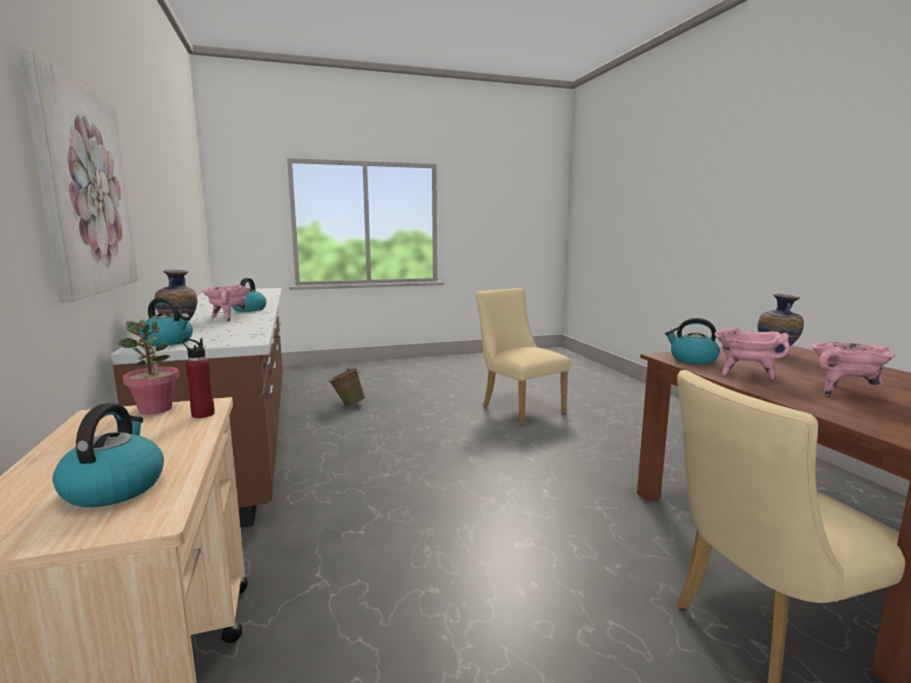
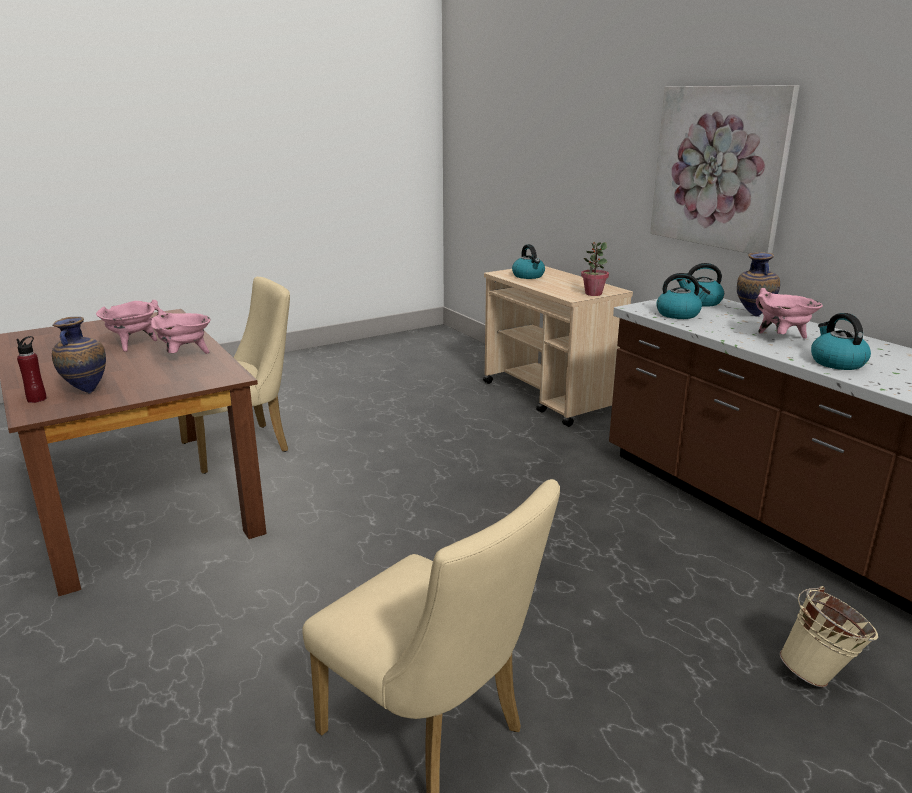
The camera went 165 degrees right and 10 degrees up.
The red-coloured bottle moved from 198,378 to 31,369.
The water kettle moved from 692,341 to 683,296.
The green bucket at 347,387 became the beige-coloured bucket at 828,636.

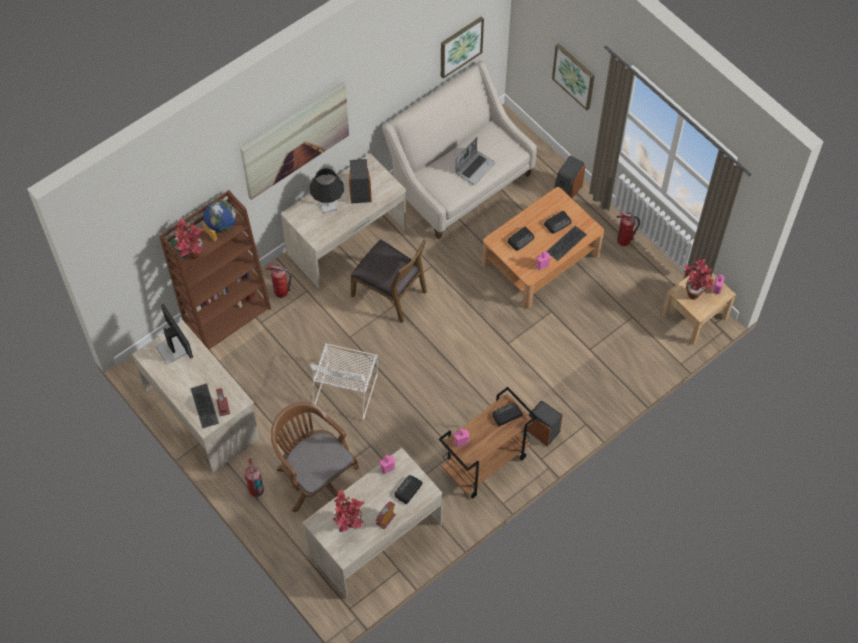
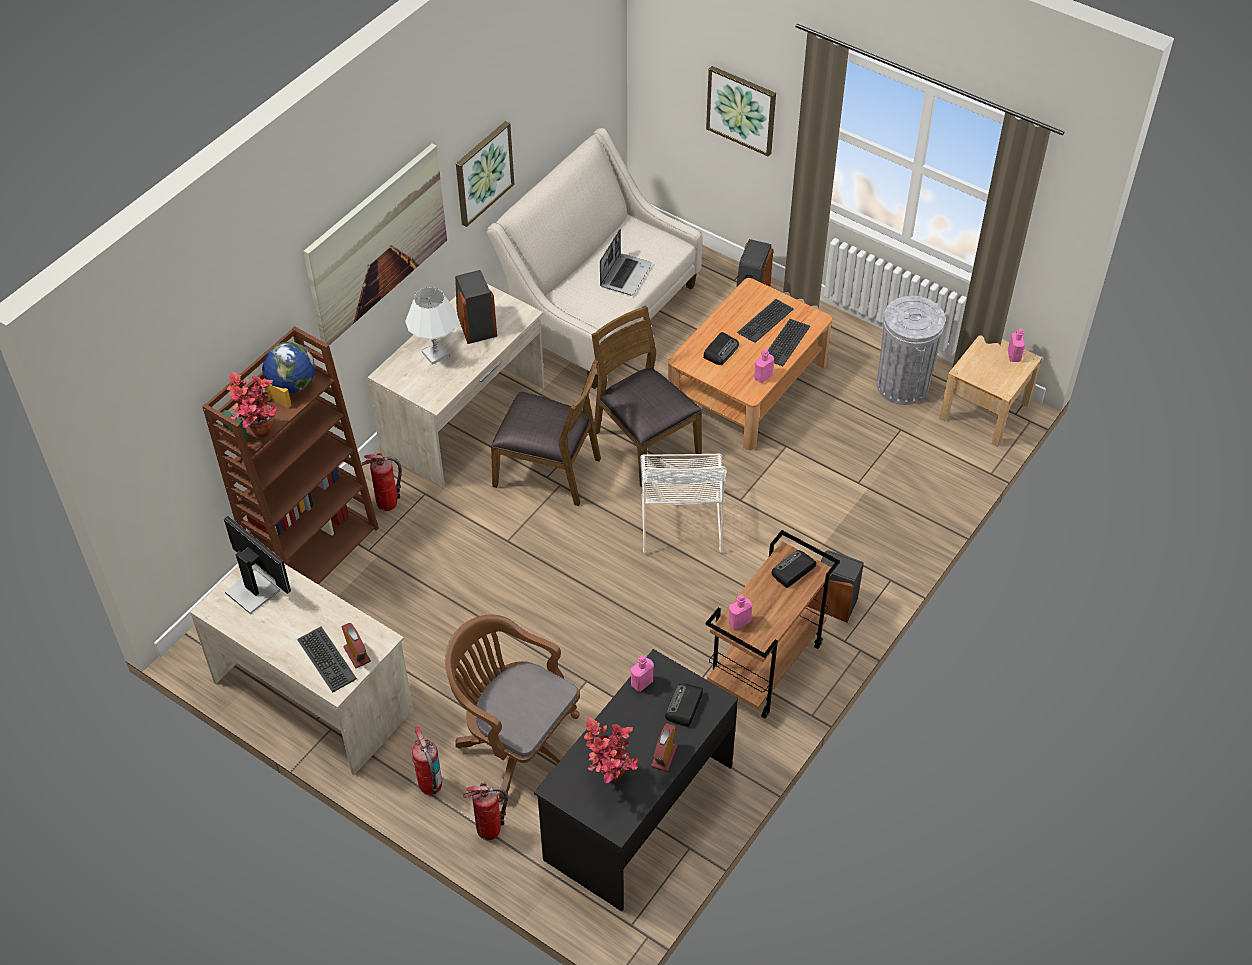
The camera went 15 degrees left and 10 degrees down.
The blackish table lamp at 327,191 became the whitish table lamp at 431,326.
The picture moved from 462,48 to 485,174.
The extinguisher moved from 628,229 to 485,811.
The beige-coloured desk unit at 372,523 became the blackish desk unit at 636,780.
The brown upright chair at 647,396 appeared.
The whitish upright chair moved from 344,381 to 683,504.
The radio receiver at 557,222 was replaced by the PC keyboard at 765,321.
The greyish rubbish bin at 911,350 appeared.
The potted plant at 699,279 disappeared.

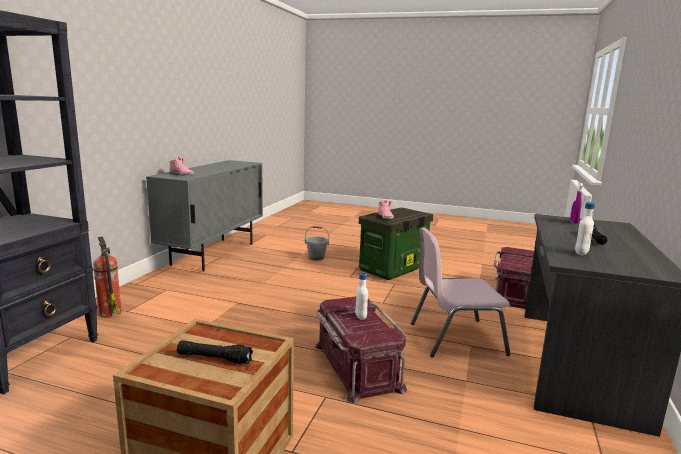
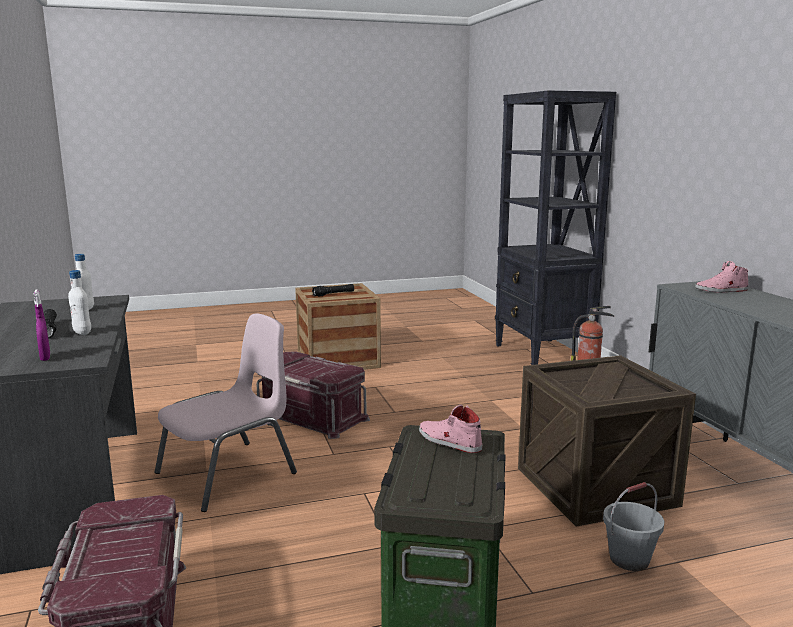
The camera went 145 degrees right and 0 degrees up.
The whitish bottle moved from 361,296 to 79,302.
The packing crate at 607,441 appeared.

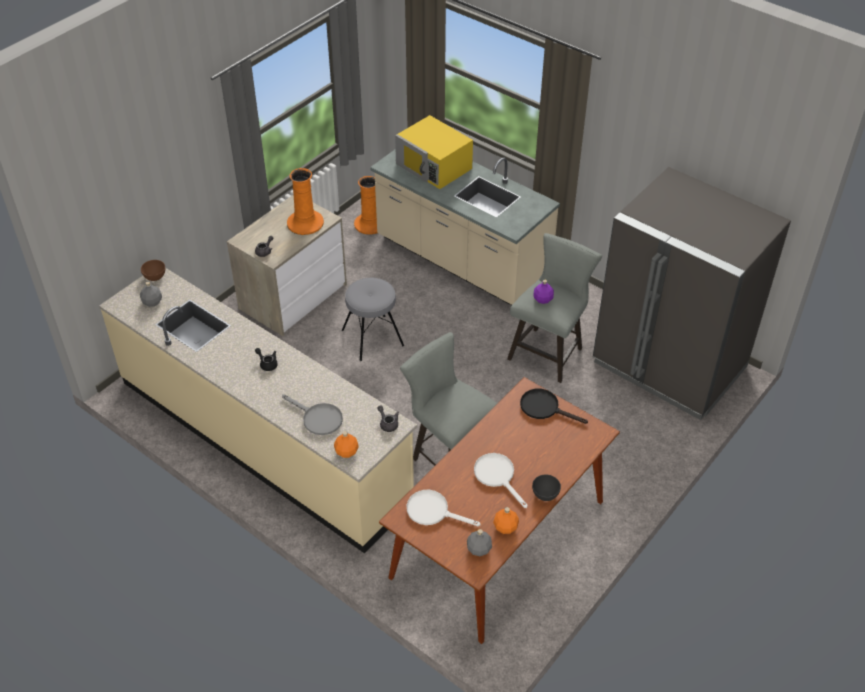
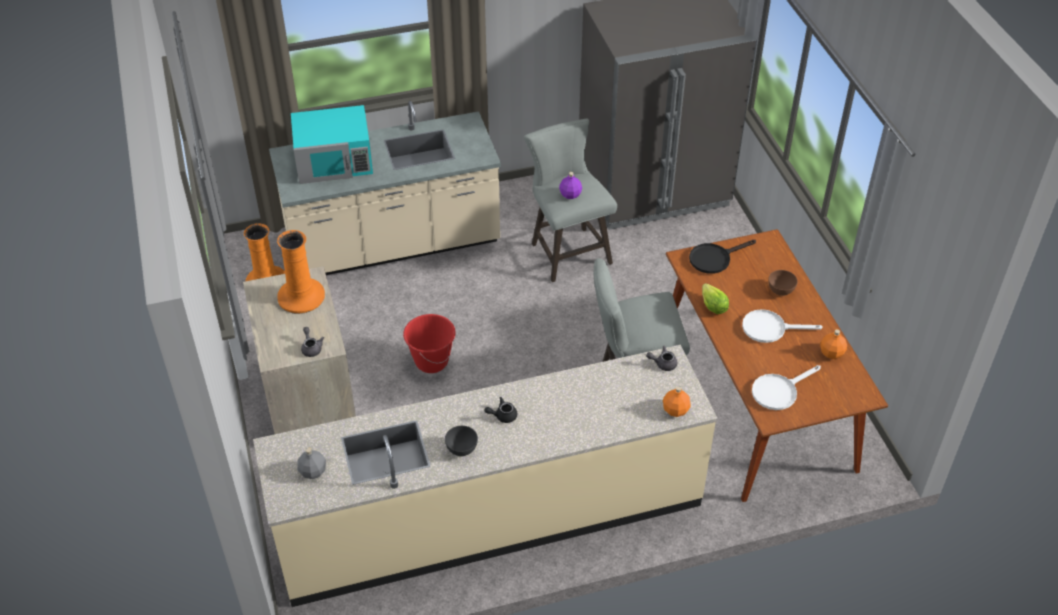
The camera went 55 degrees left and 0 degrees up.
The yellow-coloured microwave oven at 434,152 became the blue-green microwave oven at 332,144.
The greyish stool seat at 373,319 was replaced by the red-coloured bucket at 429,343.
The greyish bowl moved from 546,487 to 461,441.
The lettuce at 715,298 appeared.
The brown bowl moved from 153,270 to 783,283.
The greyish pan at 312,414 disappeared.
The greyish bottle at 479,542 disappeared.

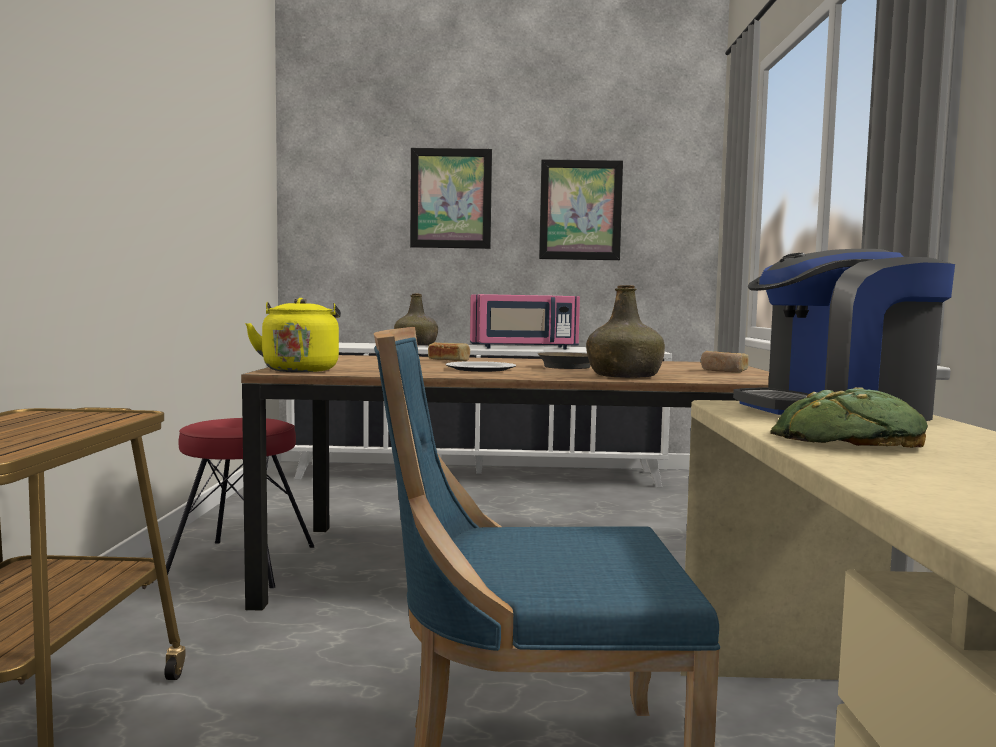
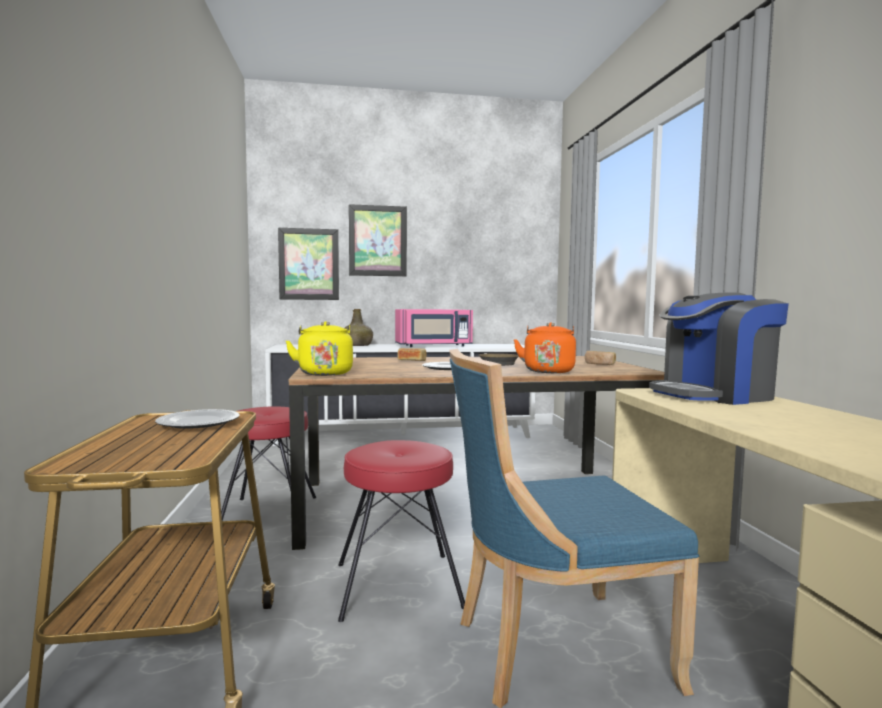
The camera went 10 degrees left and 0 degrees up.
The plate at 197,419 appeared.
The picture moved from 581,209 to 308,264.
The red-coloured stool seat at 401,531 appeared.
The green bottle at 625,331 was replaced by the orangey water kettle at 544,347.
The bakery bread at 849,417 disappeared.

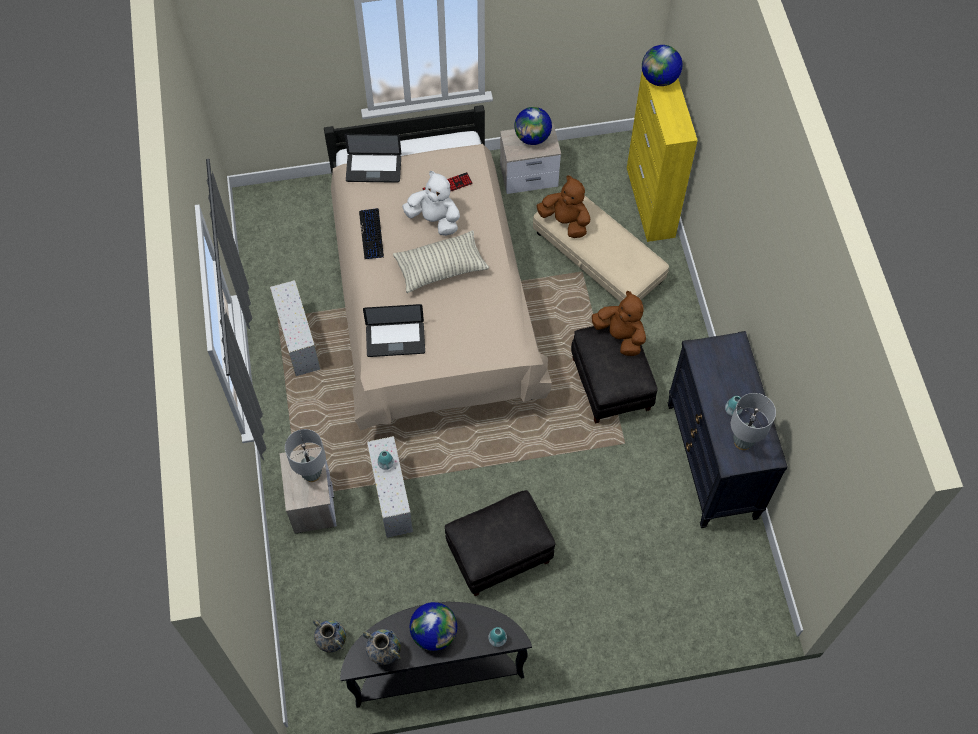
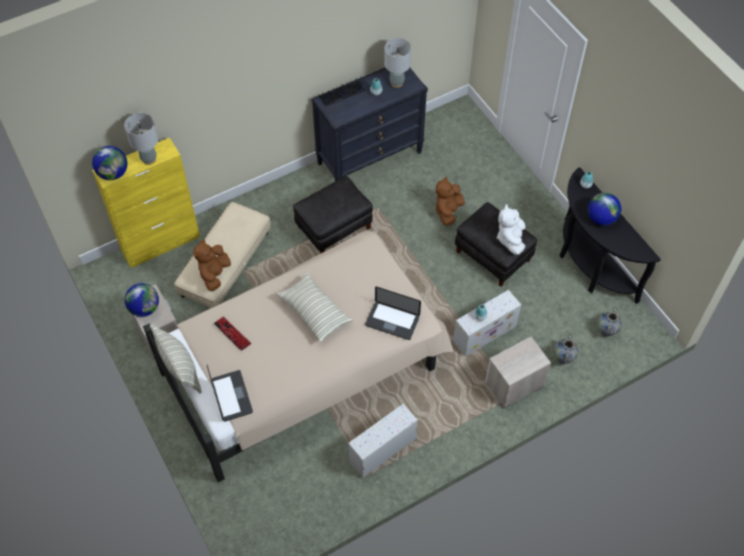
The camera went 110 degrees left and 5 degrees down.
The greyish table lamp moved from 305,455 to 141,139.
The cushion at 176,359 appeared.
The PC keyboard moved from 371,233 to 341,93.
The laptop at 394,330 turned 135 degrees clockwise.
The brown plush toy moved from 619,323 to 450,201.
The whitish plush toy moved from 431,203 to 511,229.
The decorative vase moved from 382,647 to 566,348.

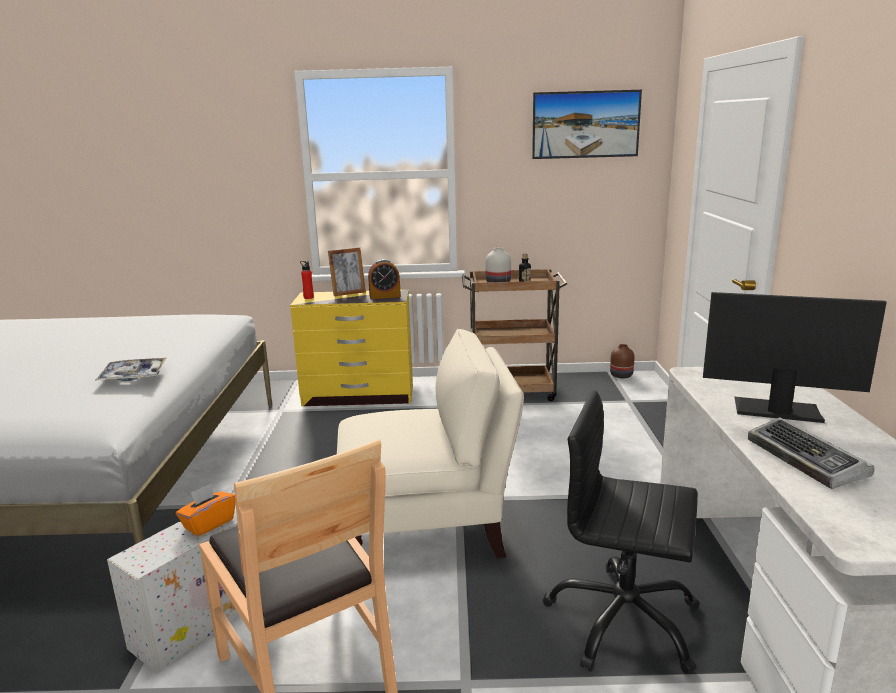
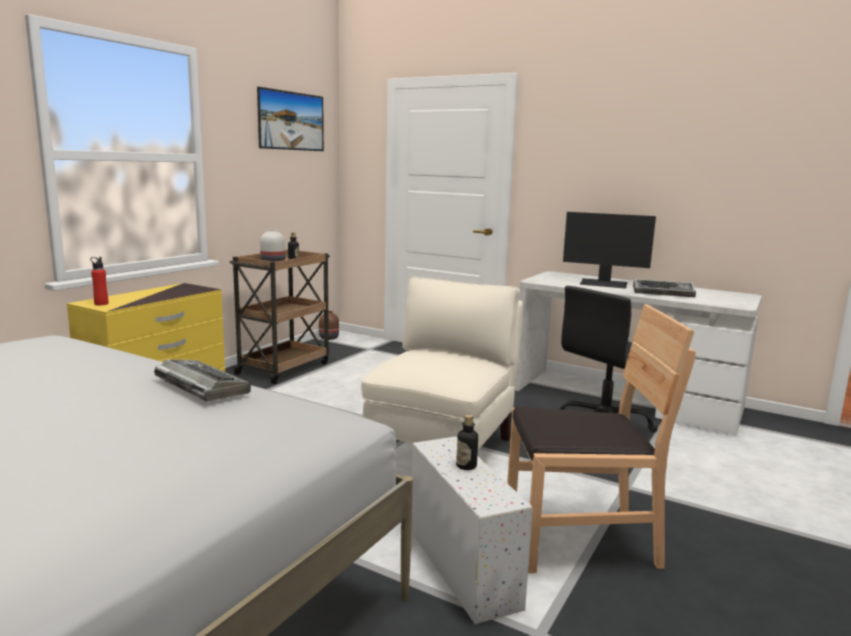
The camera went 60 degrees left and 5 degrees down.
The serving tray at 130,369 was replaced by the PC keyboard at 202,380.
The orangey tissue box at 206,510 was replaced by the bottle at 467,442.
The computer display at 795,357 turned 120 degrees counterclockwise.
The photo frame at 347,272 disappeared.
The table clock at 384,279 disappeared.

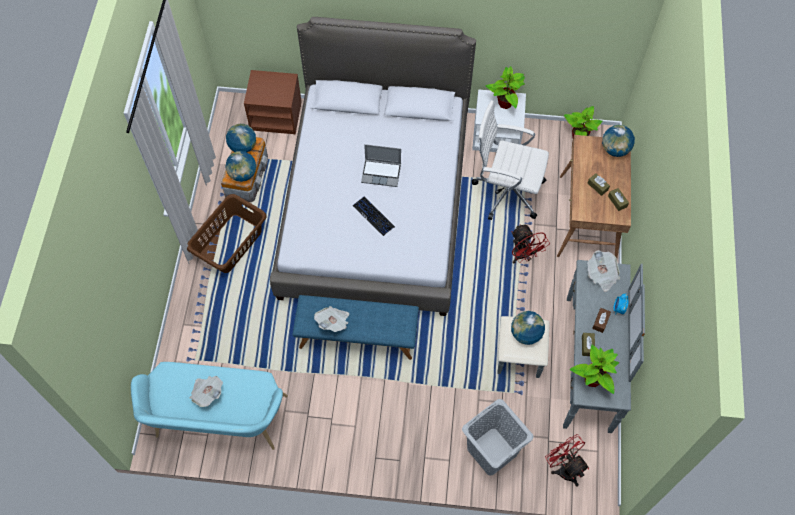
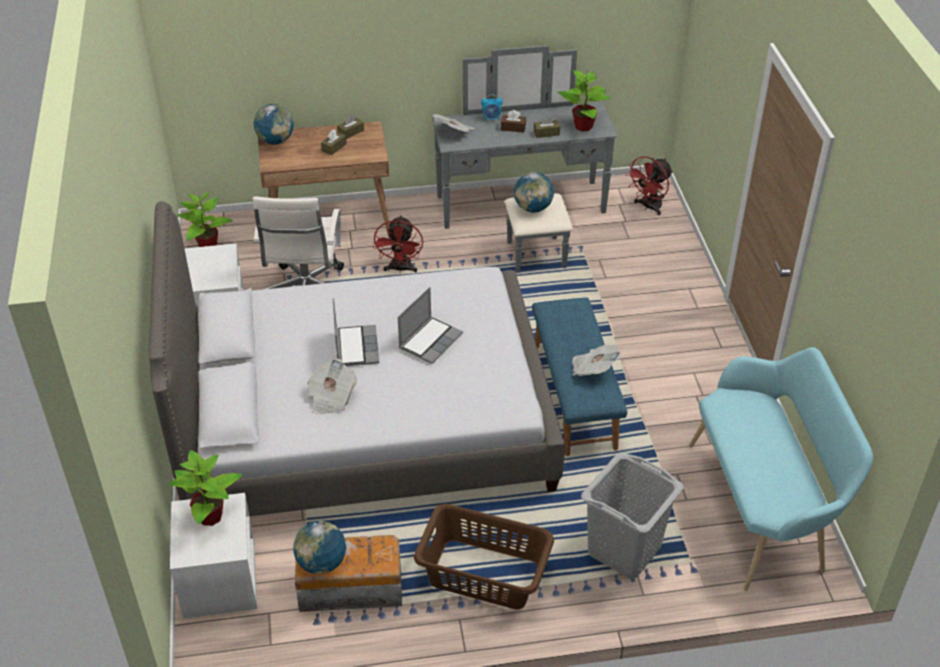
The camera went 105 degrees left and 20 degrees down.
The potted plant moved from 505,87 to 205,488.
The brown nightstand at 273,102 became the whitish nightstand at 213,556.
The printed paper moved from 206,391 to 332,386.
The red-coloured cooling fan at 530,243 turned 135 degrees clockwise.
The PC keyboard at 374,216 was replaced by the laptop at 430,325.
The greyish hamper moved from 498,437 to 632,515.
The desk globe at 240,166 disappeared.

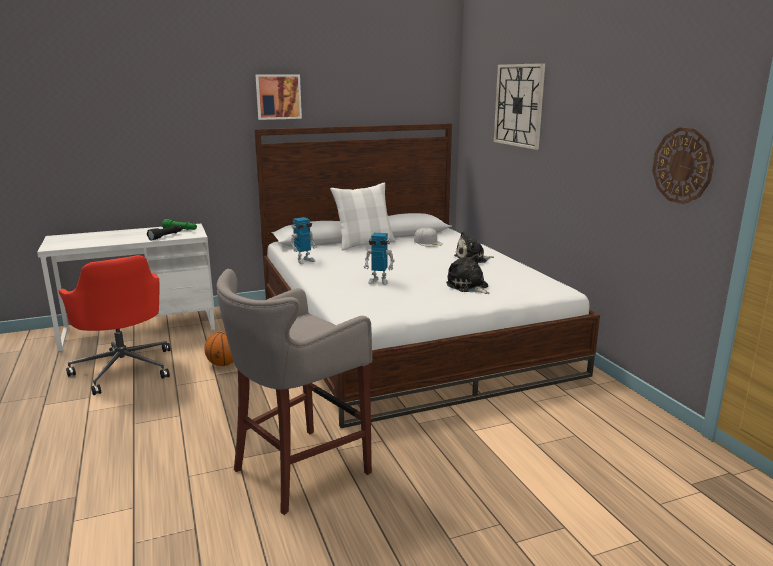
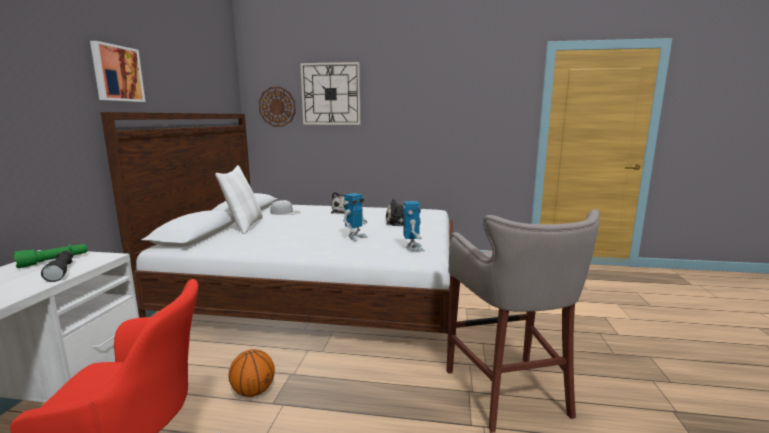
The camera went 60 degrees left and 5 degrees down.
The clock on the wall moved from 683,165 to 277,107.
The model robot moved from 303,240 to 414,226.

